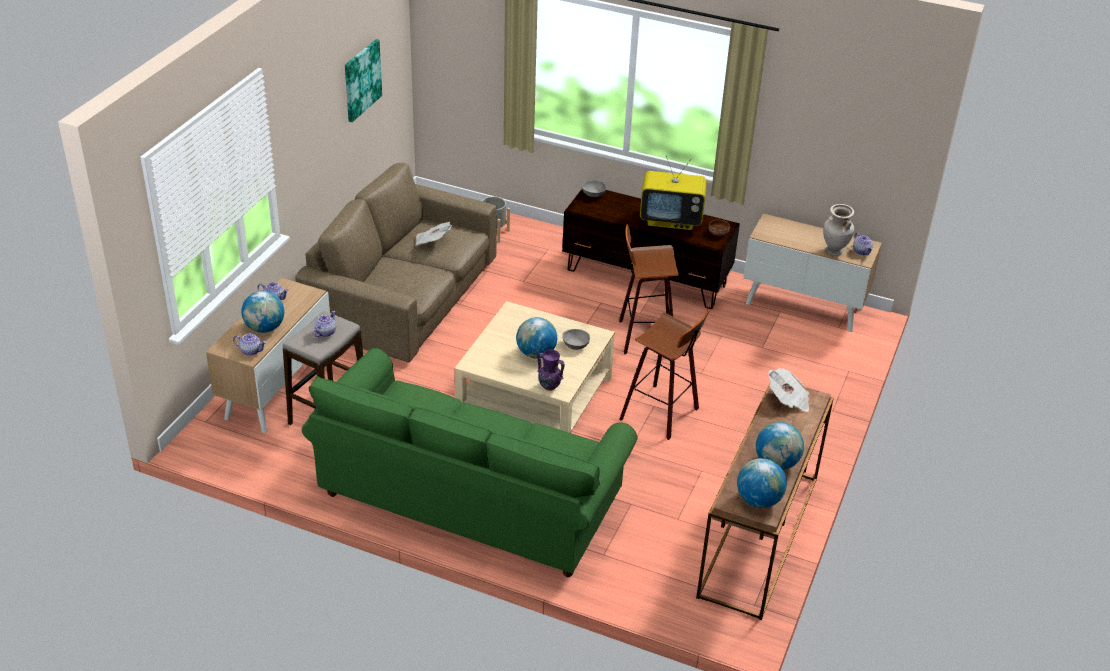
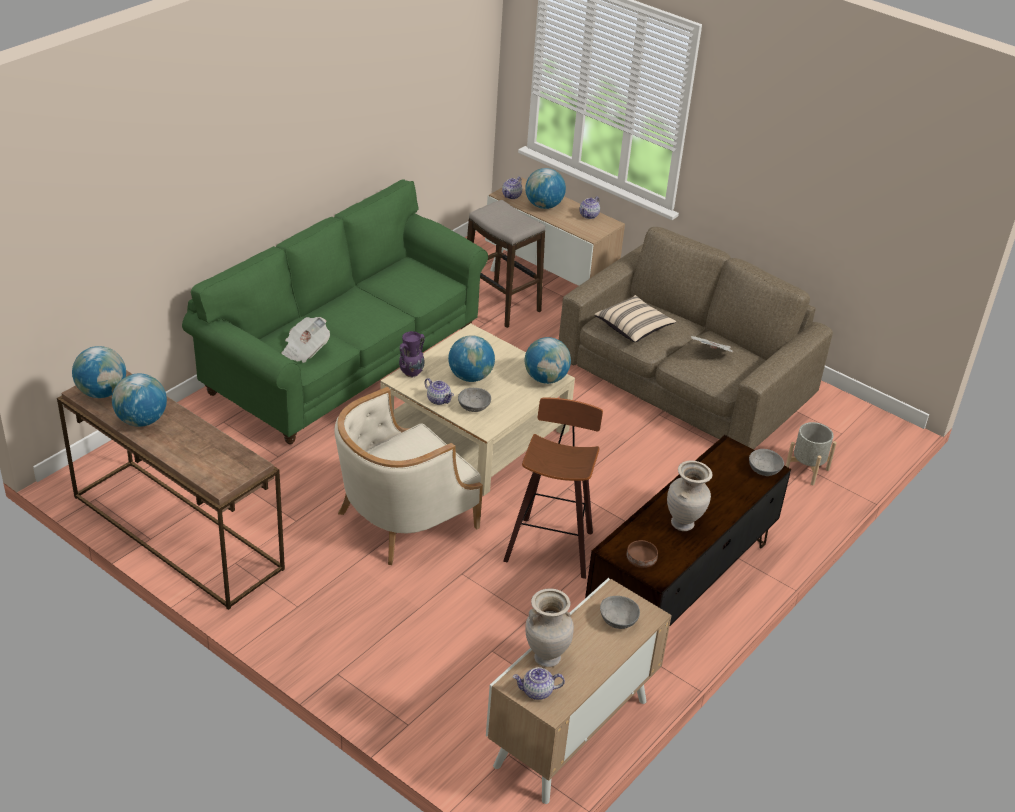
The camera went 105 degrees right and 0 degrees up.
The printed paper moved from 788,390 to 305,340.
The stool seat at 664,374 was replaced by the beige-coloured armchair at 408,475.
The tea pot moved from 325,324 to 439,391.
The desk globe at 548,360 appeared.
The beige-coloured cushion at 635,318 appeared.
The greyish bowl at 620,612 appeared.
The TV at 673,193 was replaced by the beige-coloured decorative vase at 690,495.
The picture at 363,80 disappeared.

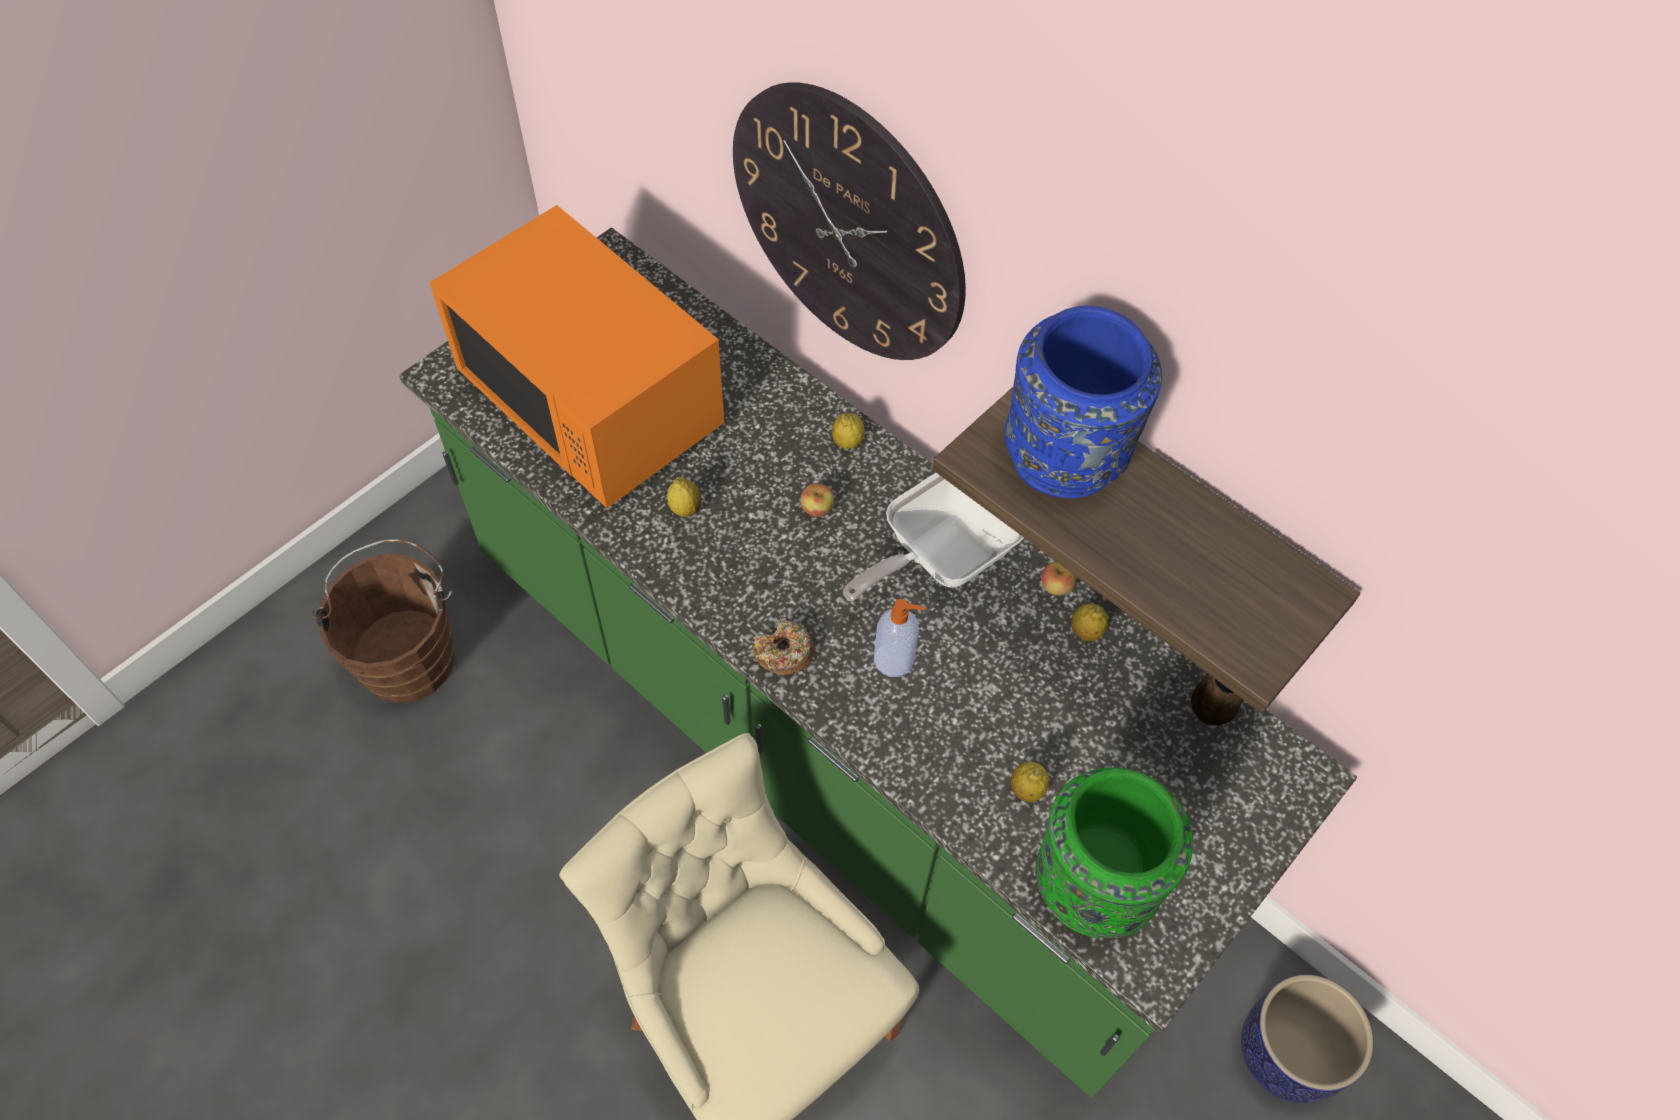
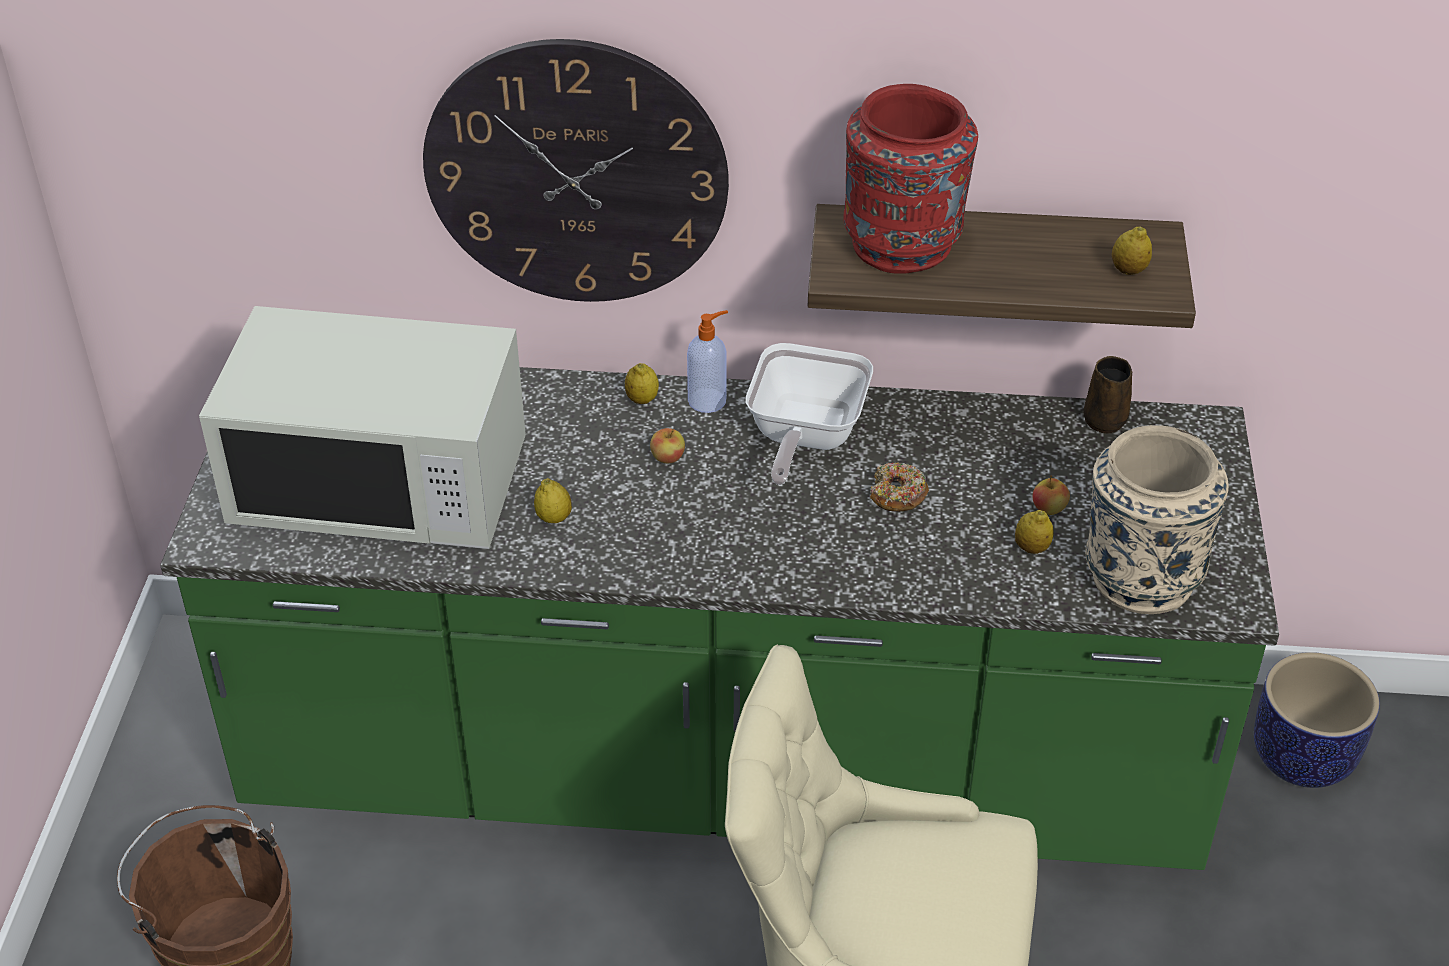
The camera went 35 degrees left and 15 degrees down.
The orangey microwave oven at 577,356 became the whitish microwave oven at 362,427.
The soap bottle moved from 900,638 to 707,361.
The blue decorative vase at 1083,402 became the red-coloured decorative vase at 910,179.
The ring doughnut moved from 783,646 to 899,487.
The apple moved from 1058,578 to 1051,495.
The green decorative vase at 1114,852 became the beige-coloured decorative vase at 1157,519.
The lemon moved from 1089,622 to 1132,250.

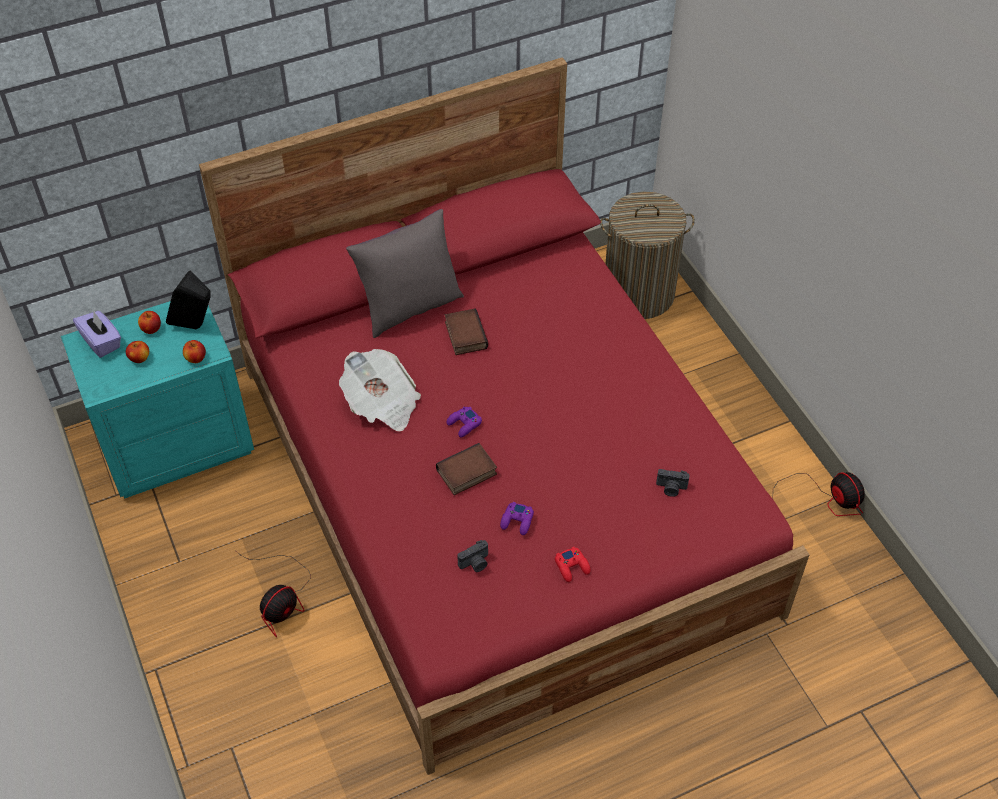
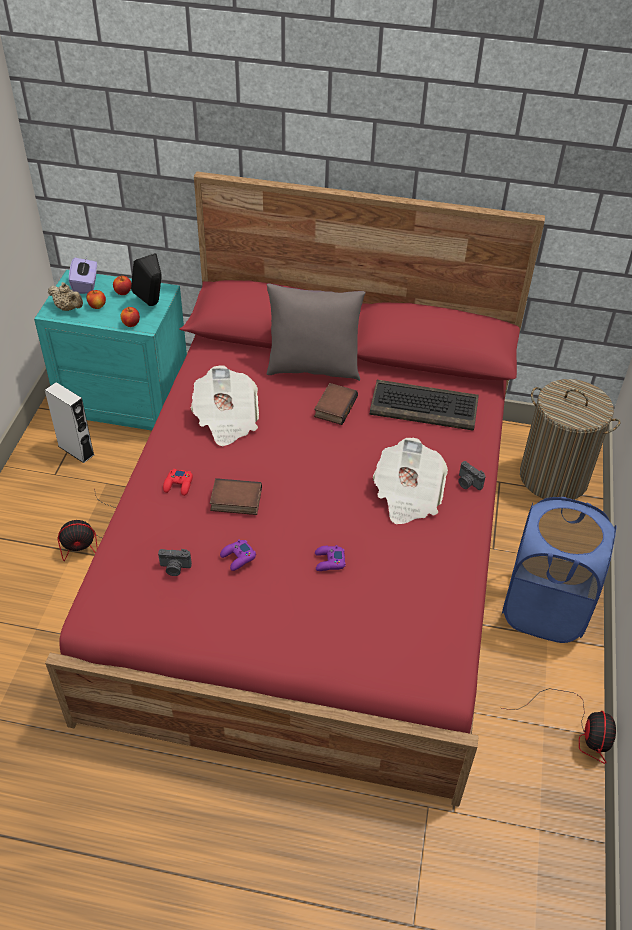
The camera went 35 degrees right and 5 degrees down.
The greyish audio speaker at 69,422 appeared.
The beige-coloured tea pot at 65,296 appeared.
The red-coloured joypad moved from 573,564 to 178,482.
The purple-coloured joypad moved from 464,422 to 330,558.
The PC keyboard at 424,405 appeared.
The printed paper at 410,481 appeared.
The photo camera moved from 673,483 to 472,475.
The blue hamper at 559,570 appeared.

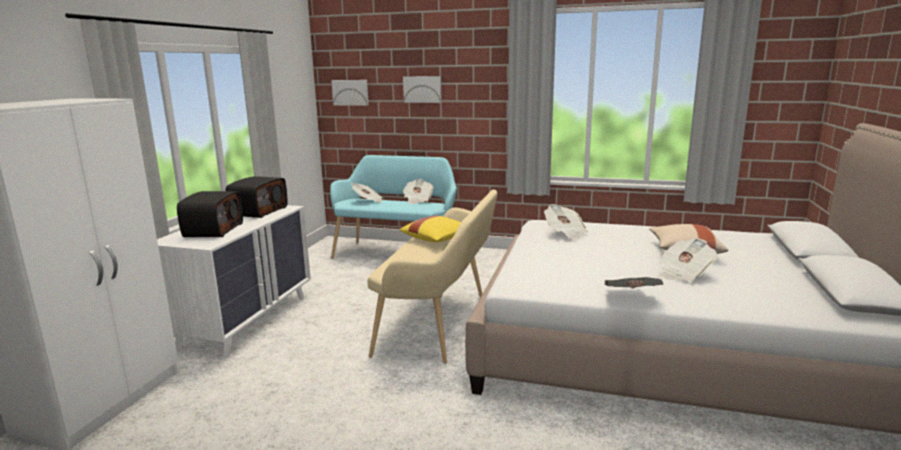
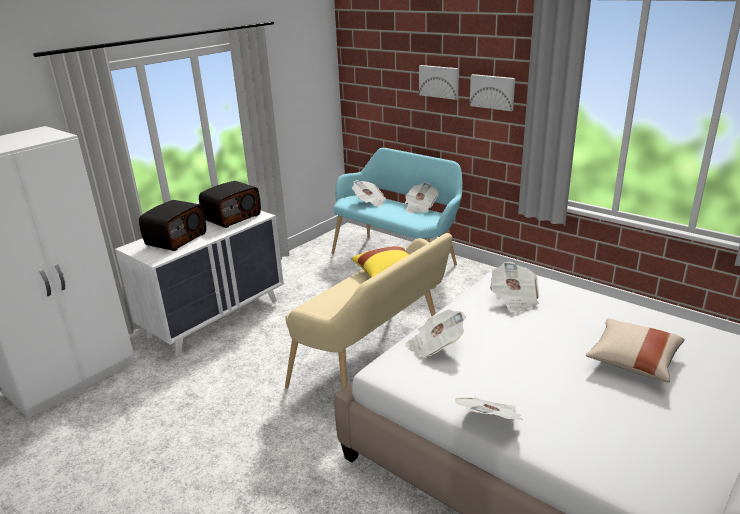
The camera went 25 degrees right and 10 degrees up.
The printed paper moved from 688,260 to 436,334.
The picture moved from 350,93 to 492,92.

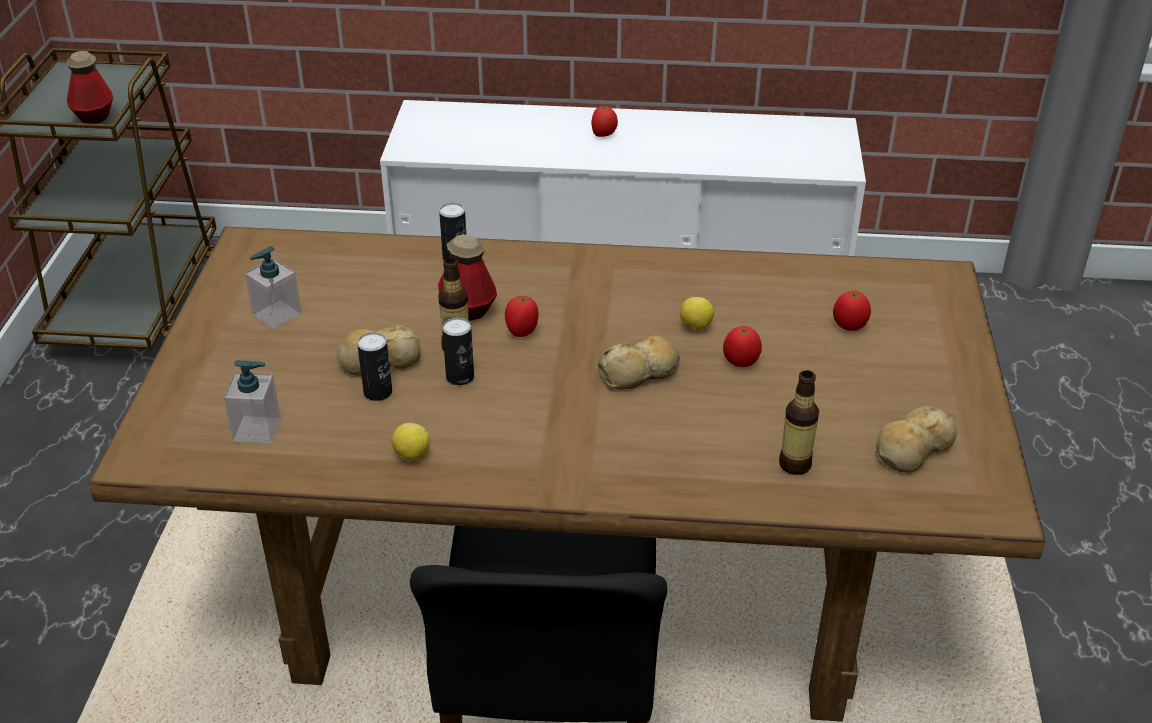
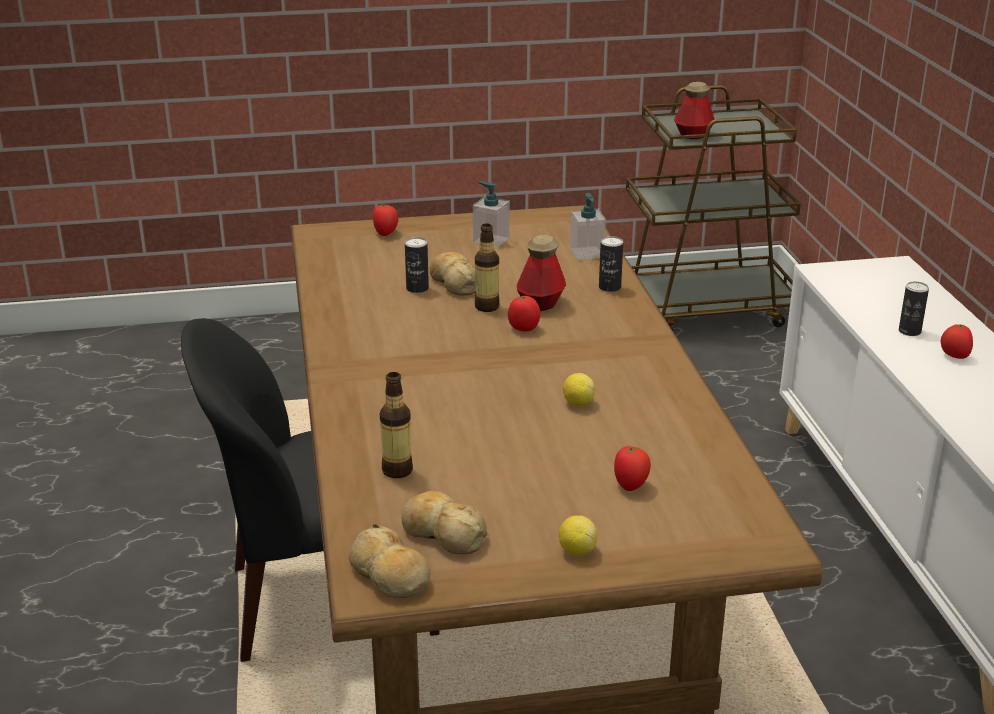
The camera went 75 degrees right and 10 degrees down.
The bakery bread moved from 639,363 to 389,561.
The fresh tomato moved from 742,346 to 386,220.
The lemon moved from 410,442 to 578,536.
The soap bottle moved from 252,401 to 588,226.
The metal can moved from 458,351 to 914,308.

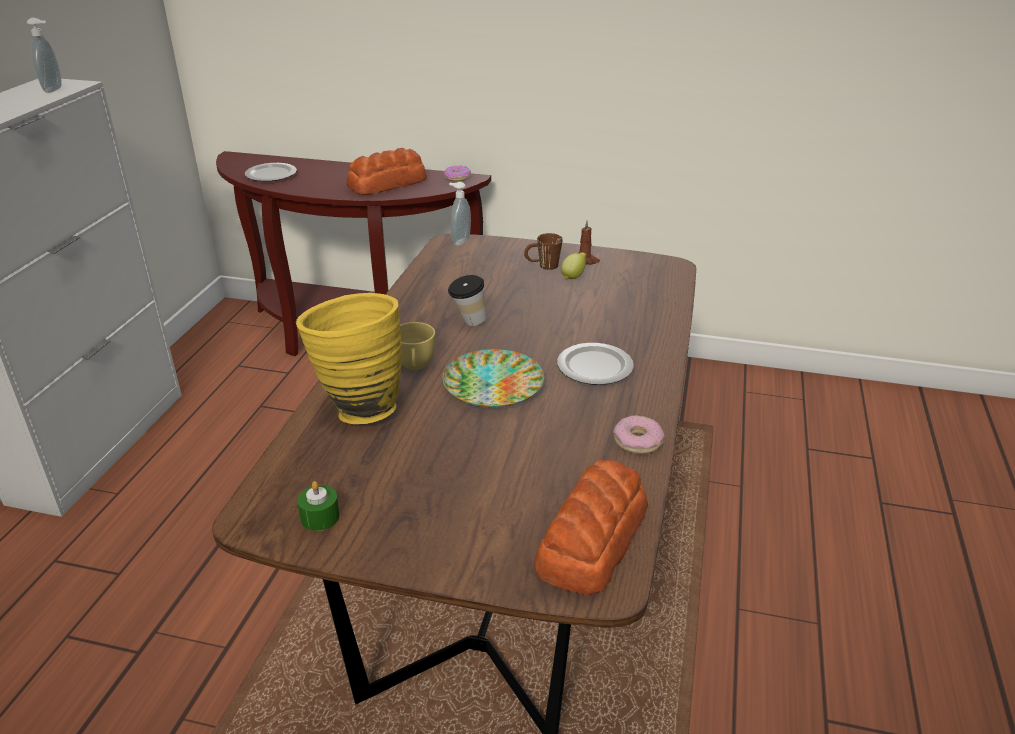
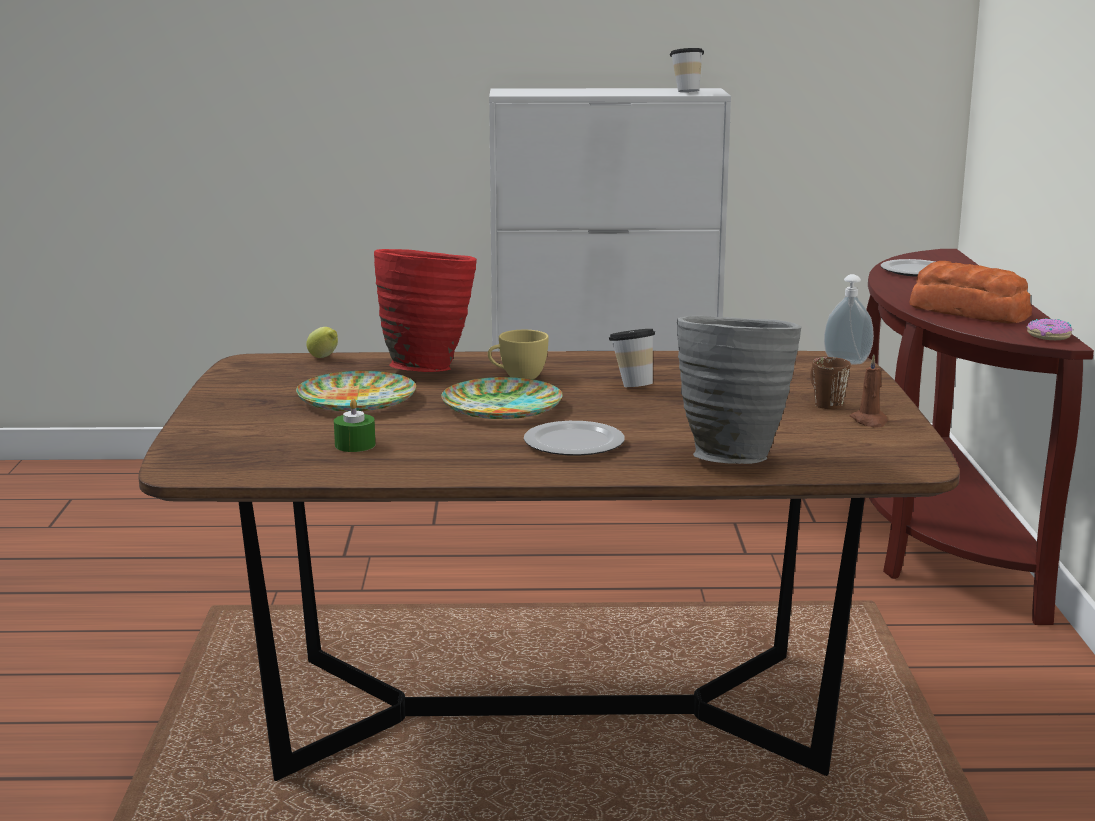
The camera went 75 degrees right and 15 degrees down.
The plate at 356,390 appeared.
The lemon moved from 573,266 to 322,342.
The green candle moved from 318,506 to 354,425.
The yellow-coloured decorative vase at 349,358 became the red-coloured decorative vase at 425,310.
The soap bottle at 44,55 was replaced by the drinking cup at 687,70.
The greyish decorative vase at 739,390 appeared.
The bakery bread at 591,528 disappeared.
The ring doughnut at 638,434 disappeared.

